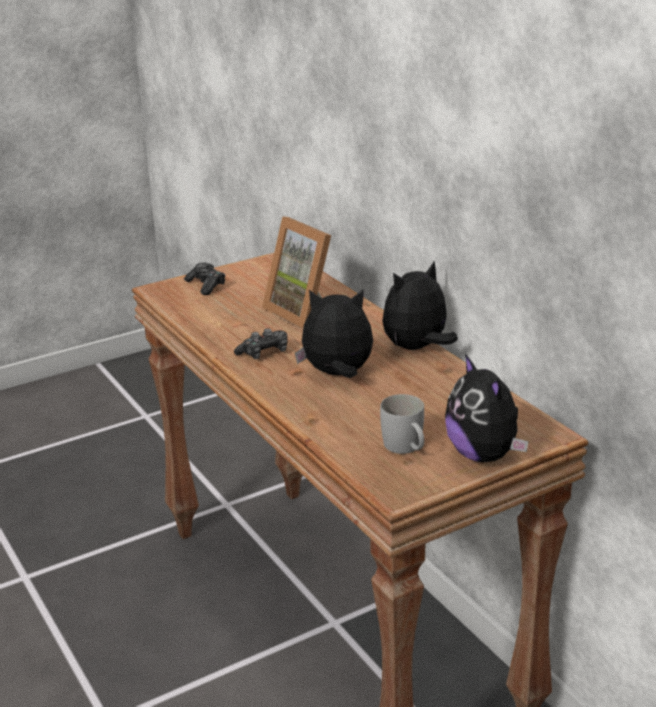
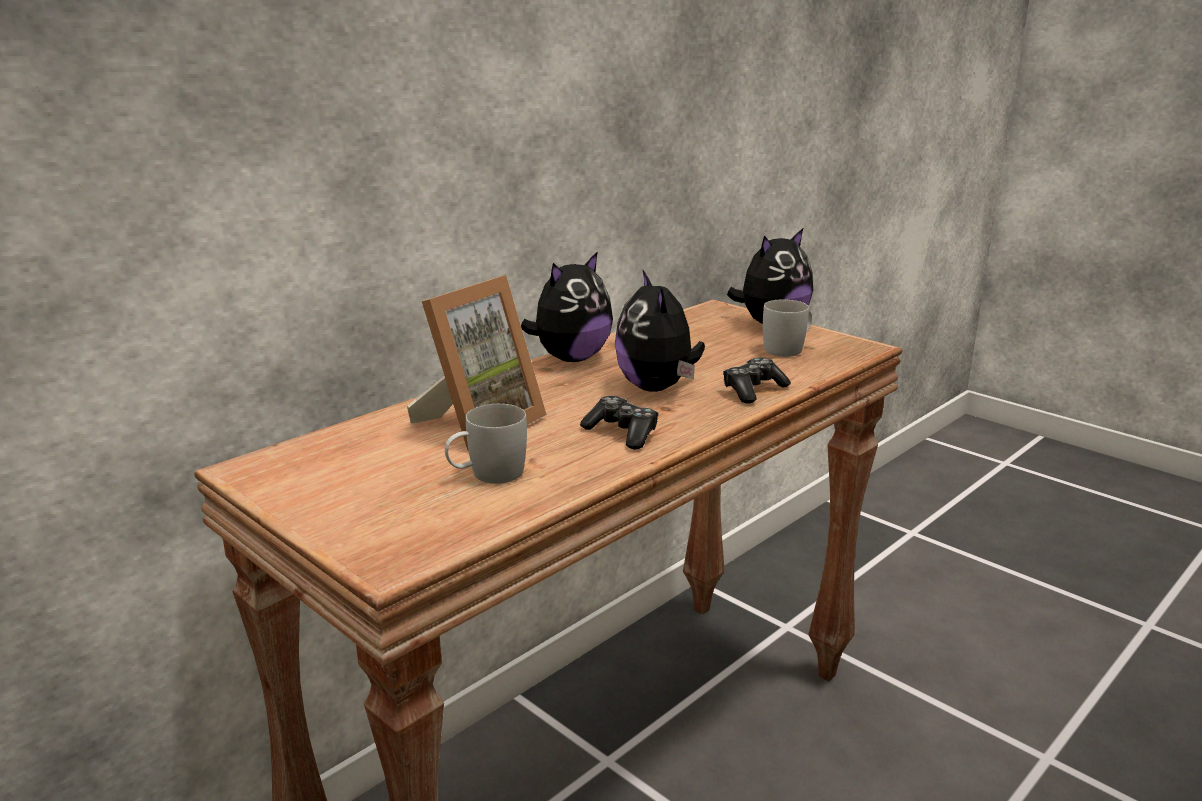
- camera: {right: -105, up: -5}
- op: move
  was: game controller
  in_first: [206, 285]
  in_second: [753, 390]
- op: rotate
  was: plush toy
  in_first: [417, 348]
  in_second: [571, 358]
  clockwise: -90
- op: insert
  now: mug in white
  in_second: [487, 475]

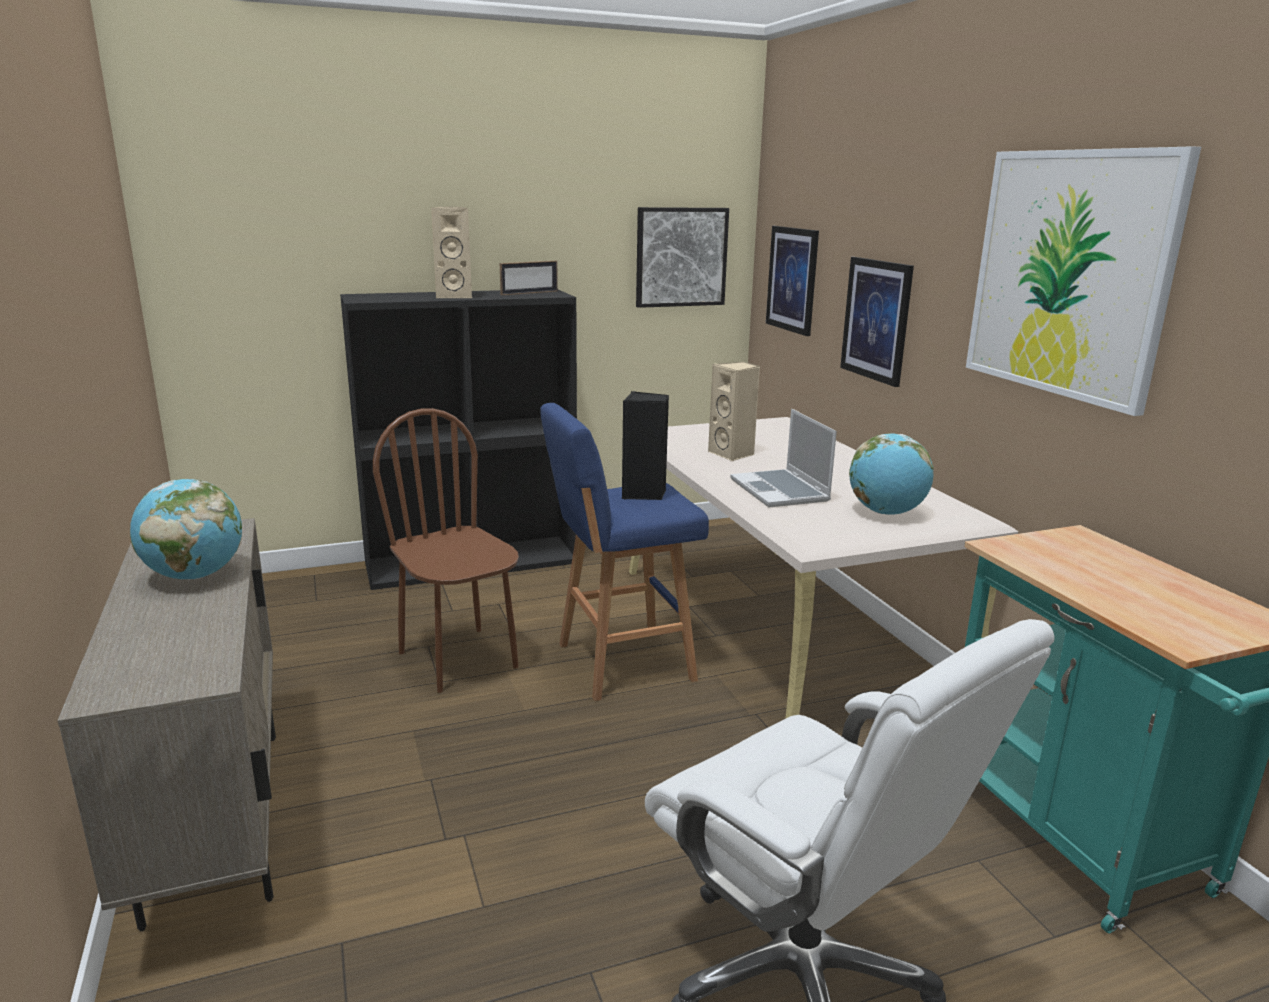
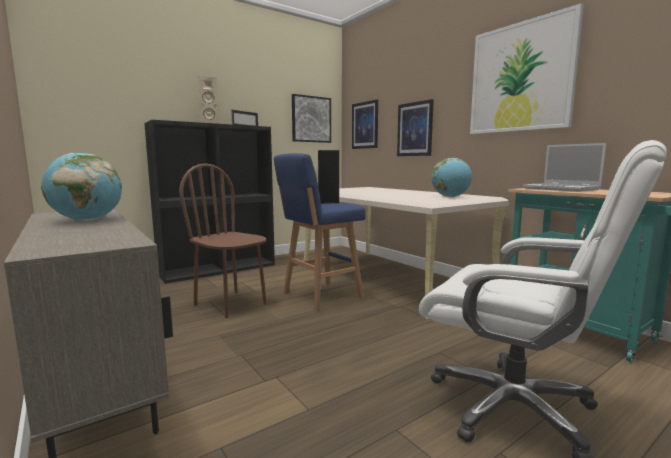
- camera: {right: -15, up: -10}
- op: delete
  was: speaker in beige
  in_first: [733, 454]
- op: move
  was: laptop
  in_first: [781, 491]
  in_second: [562, 189]

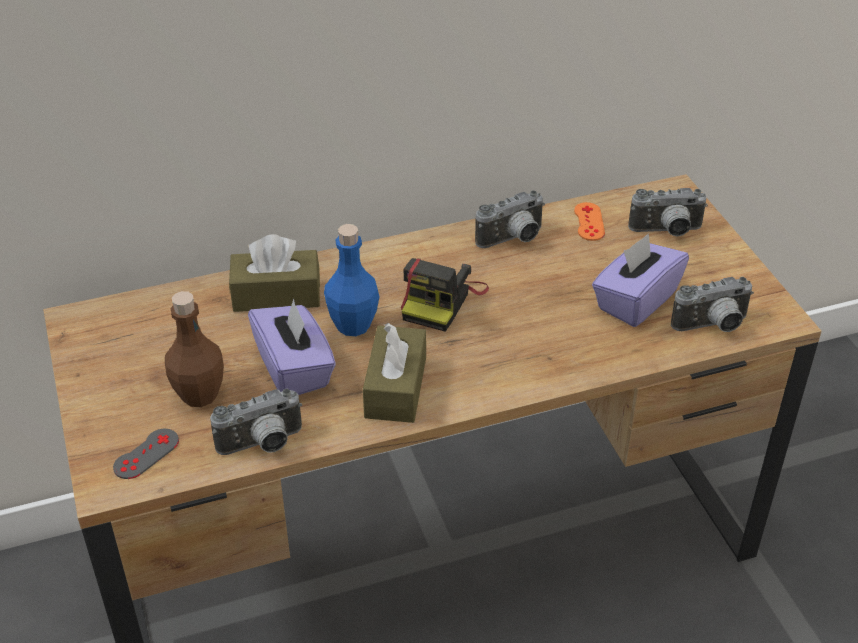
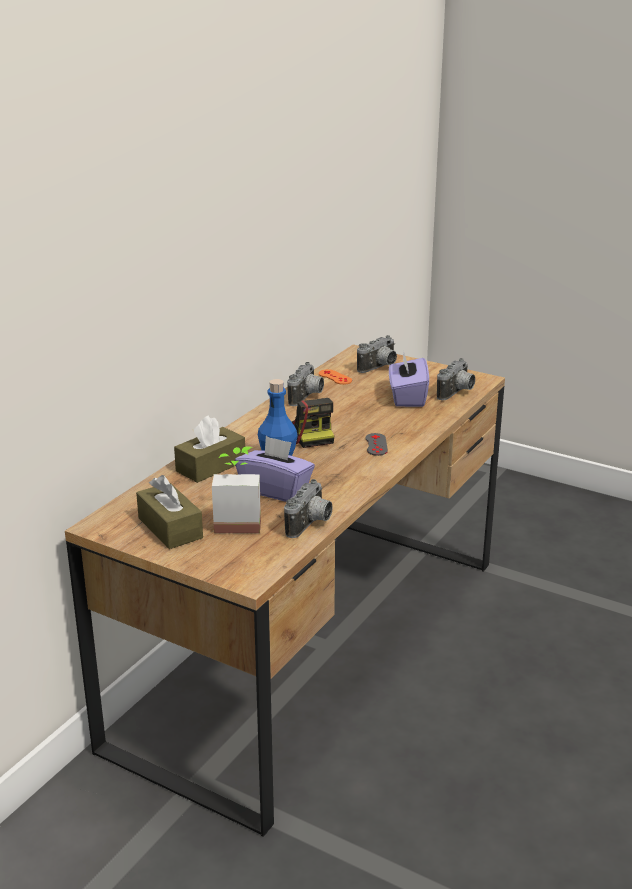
- camera: {right: -40, up: -15}
- op: move
  was: game controller in grey
  in_first: [146, 454]
  in_second: [376, 444]
- op: replace
  was: bottle in brown
  now: potted plant
  in_first: [199, 394]
  in_second: [238, 522]
- op: move
  was: tissue box in brown
  in_first: [395, 387]
  in_second: [170, 528]

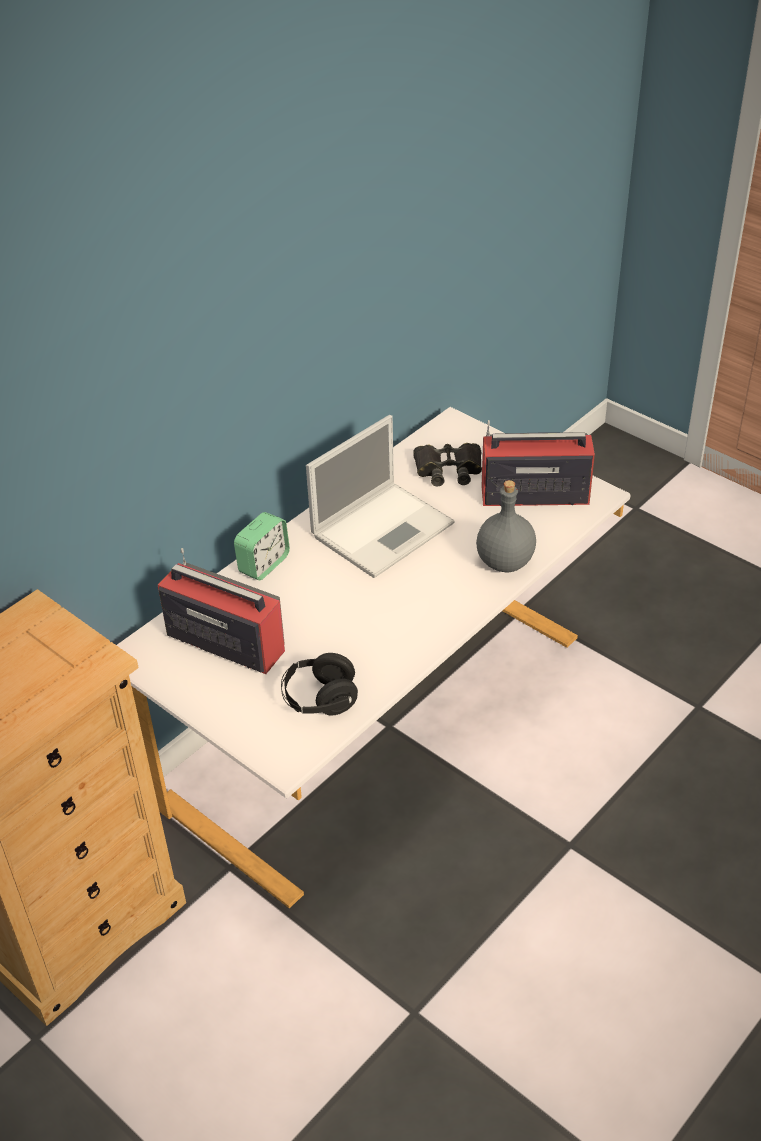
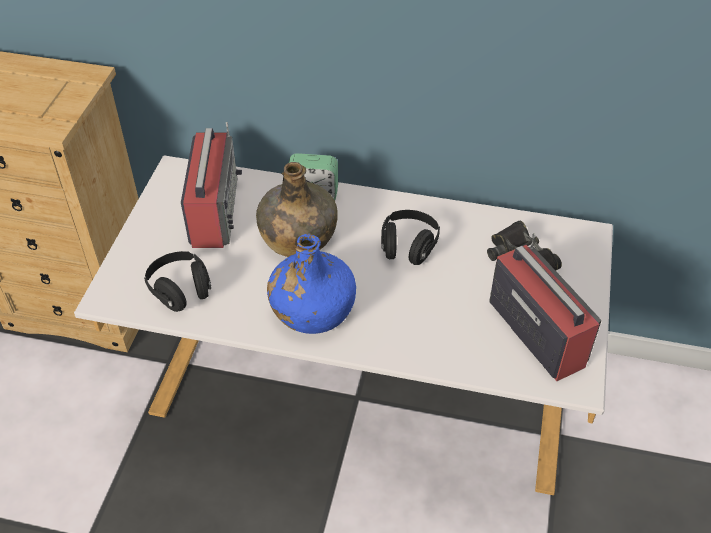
- camera: {right: 60, up: 5}
- op: replace
  was: laptop
  now: headphones in black
  in_first: [384, 528]
  in_second: [408, 247]
- op: delete
  was: bottle in grey
  in_first: [506, 562]
- op: insert
  now: bottle in green
  in_second: [297, 237]
- op: insert
  now: bottle in blue
  in_second: [312, 310]

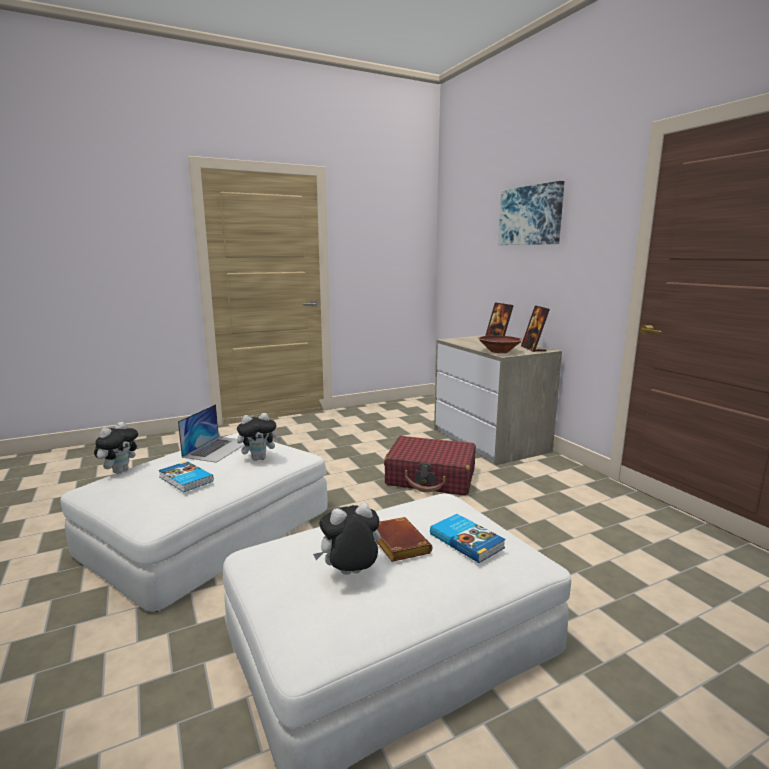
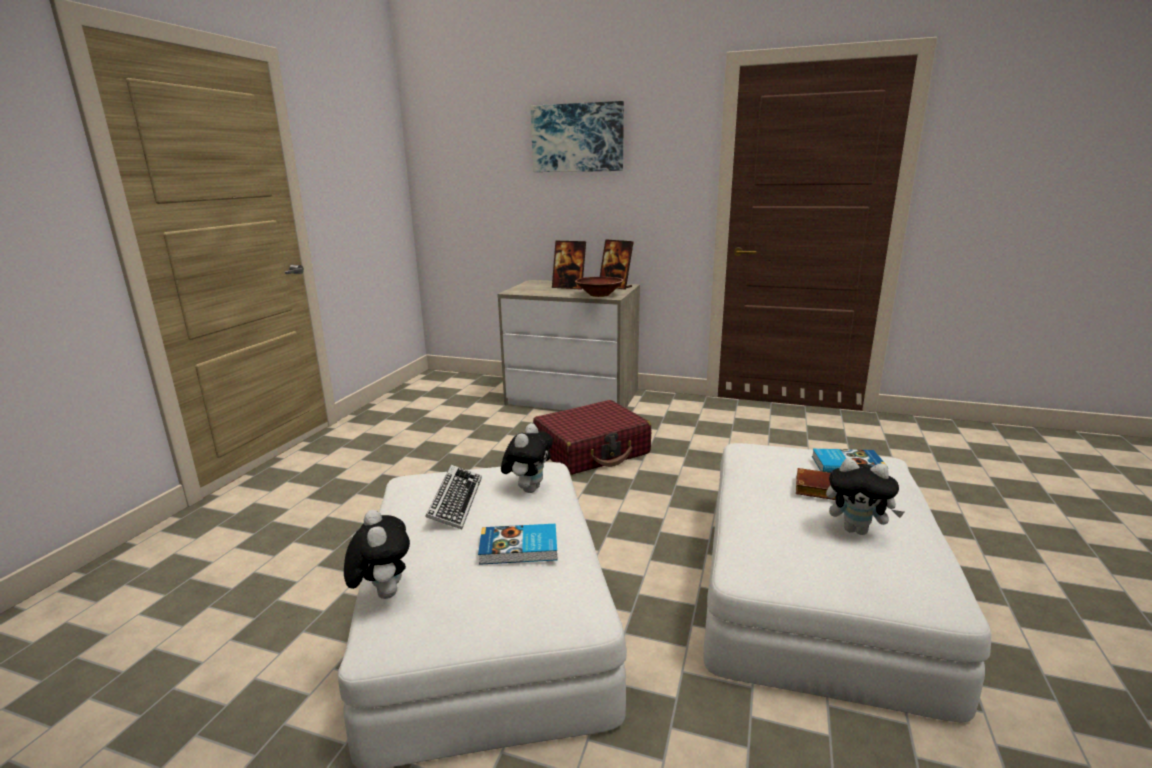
- camera: {right: -45, up: 5}
- op: replace
  was: laptop
  now: keyboard
  in_first: [217, 449]
  in_second: [455, 501]
- op: rotate
  was: plush toy
  in_first: [350, 575]
  in_second: [857, 530]
  clockwise: -90

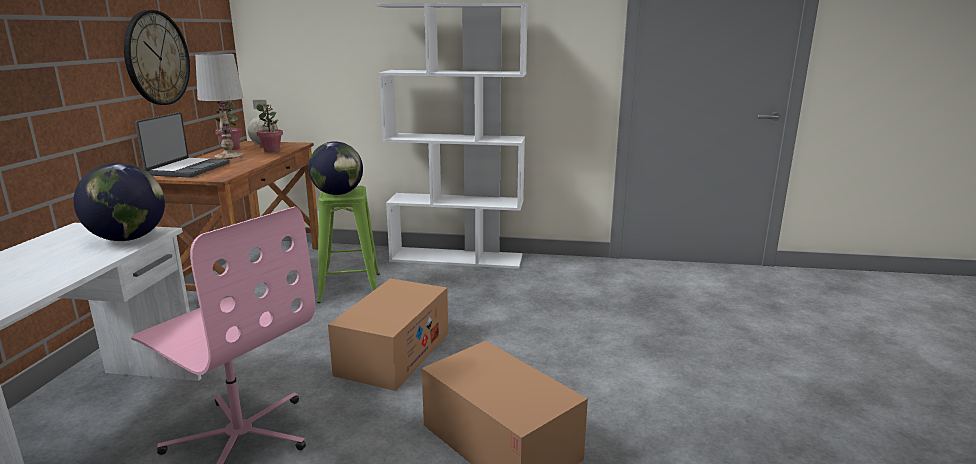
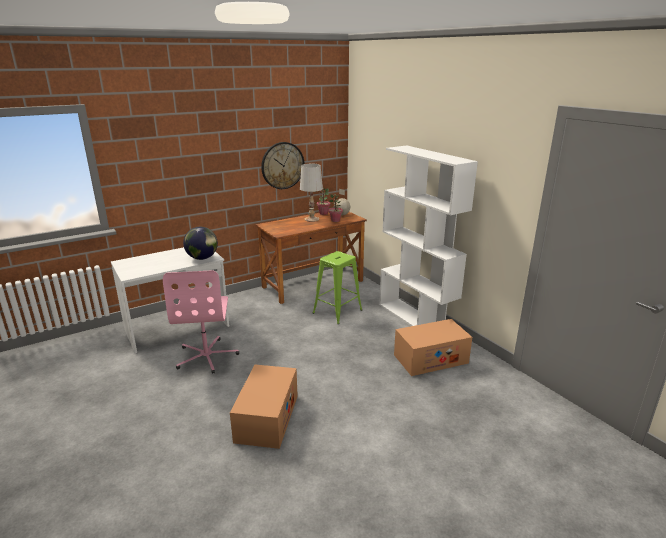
- camera: {right: 50, up: 5}
- op: delete
  was: laptop
  in_first: [187, 169]
- op: delete
  was: globe
  in_first: [338, 194]
- op: move
  was: cardboard box
  in_first: [394, 353]
  in_second: [430, 359]

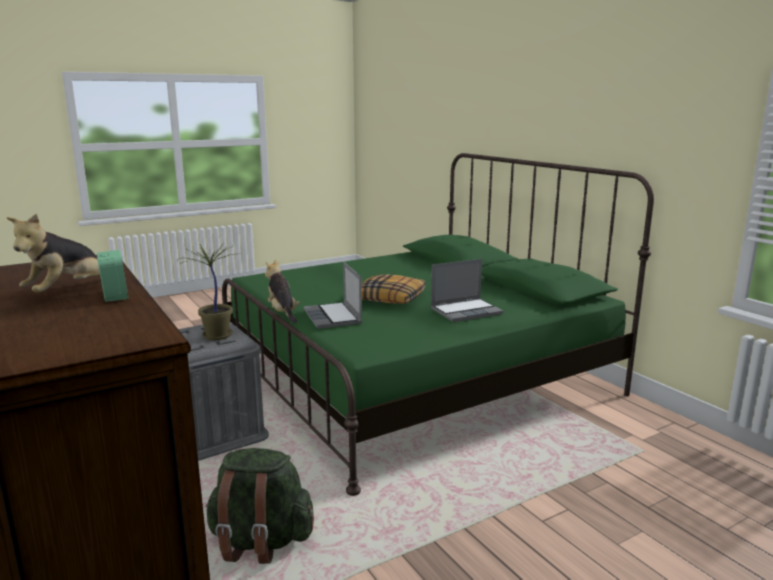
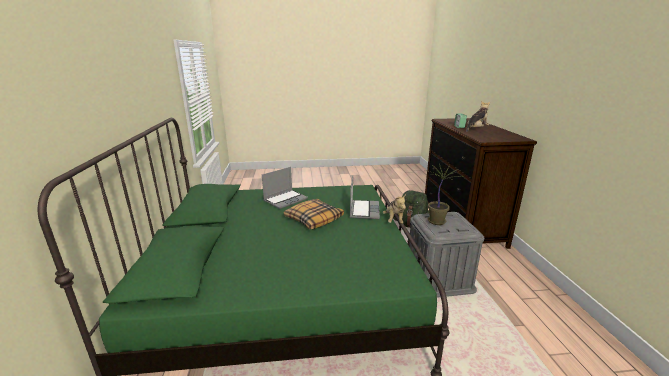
- camera: {right: -155, up: 5}
- op: rotate
  was: laptop
  in_first: [466, 311]
  in_second: [285, 200]
  clockwise: 135

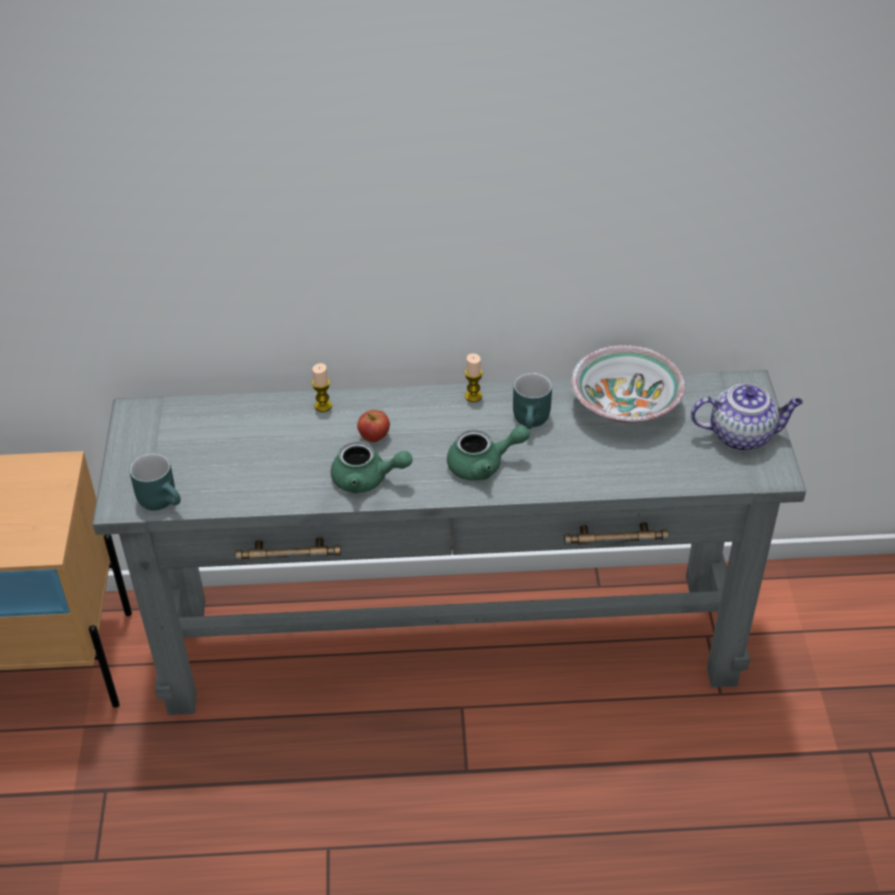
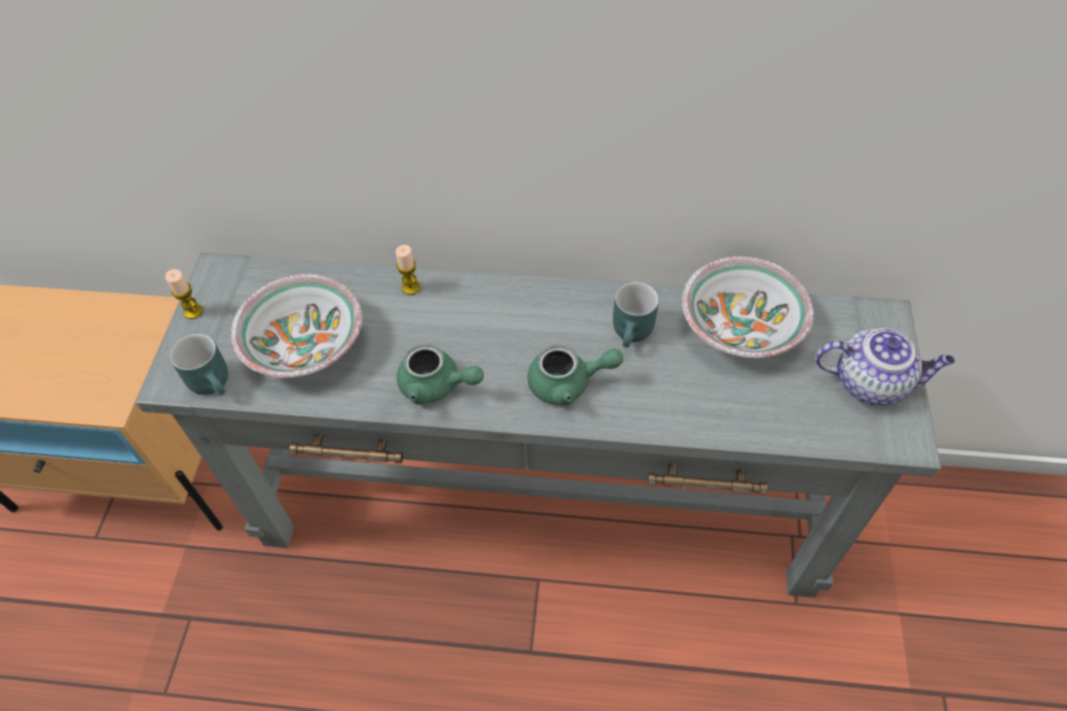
- camera: {right: 10, up: 10}
- op: delete
  was: apple
  in_first: [374, 437]
- op: move
  was: candle
  in_first: [473, 396]
  in_second: [193, 311]
- op: insert
  now: bowl
  in_second: [306, 344]

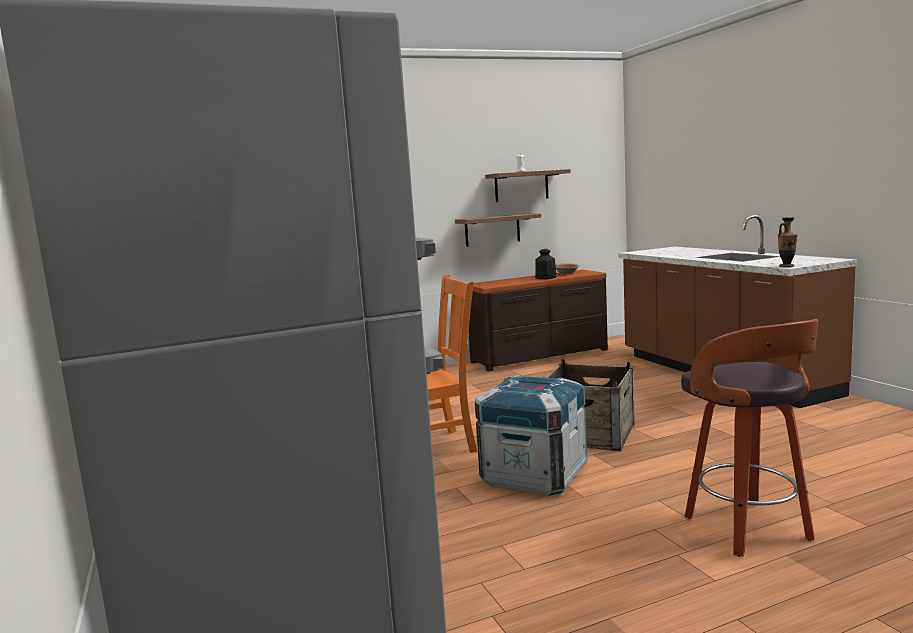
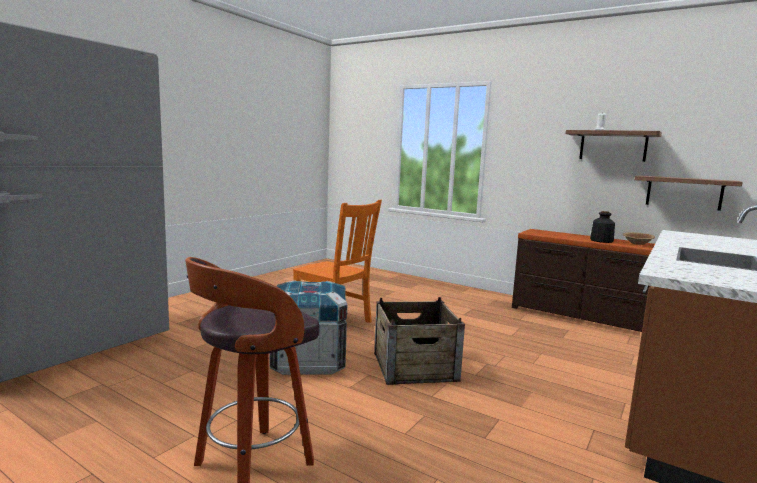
- camera: {right: 55, up: 0}
- op: move
  was: shelf
  in_first: [492, 230]
  in_second: [684, 192]
- op: delete
  was: vase
  in_first: [786, 266]

